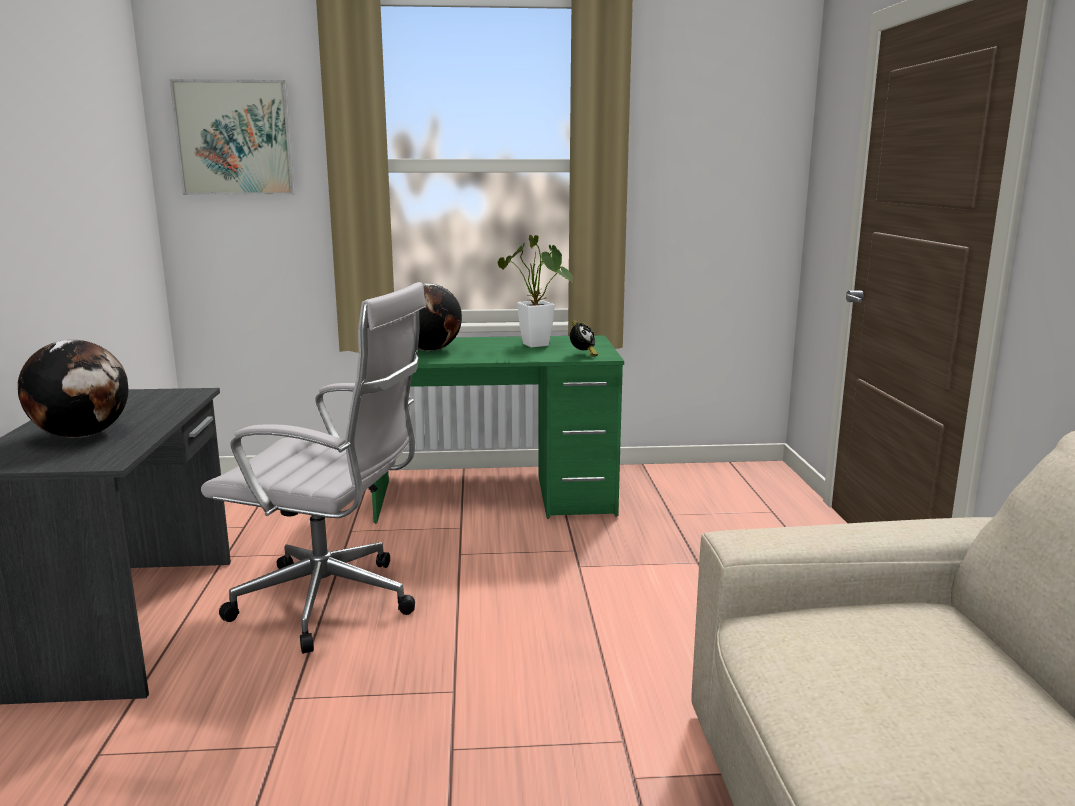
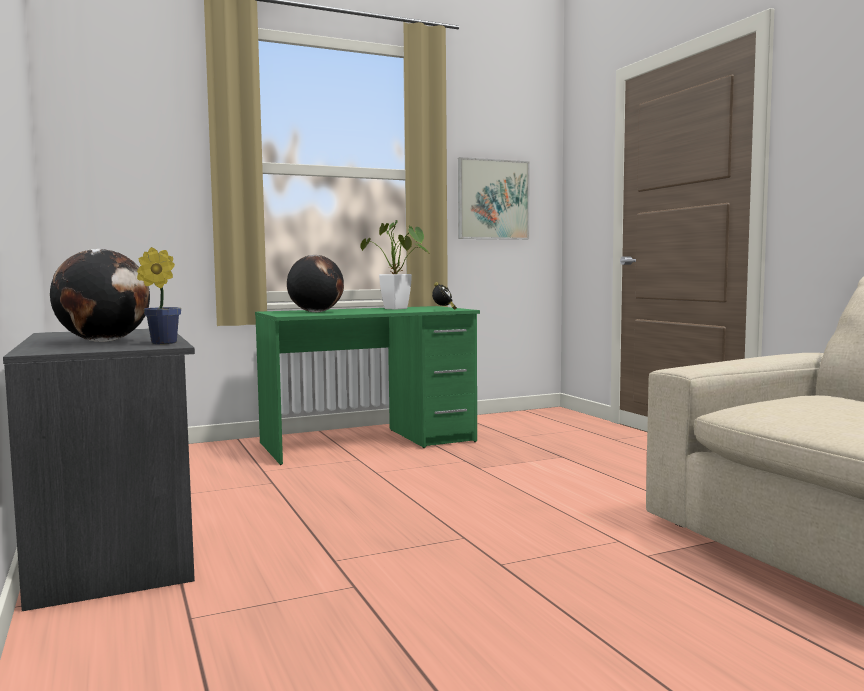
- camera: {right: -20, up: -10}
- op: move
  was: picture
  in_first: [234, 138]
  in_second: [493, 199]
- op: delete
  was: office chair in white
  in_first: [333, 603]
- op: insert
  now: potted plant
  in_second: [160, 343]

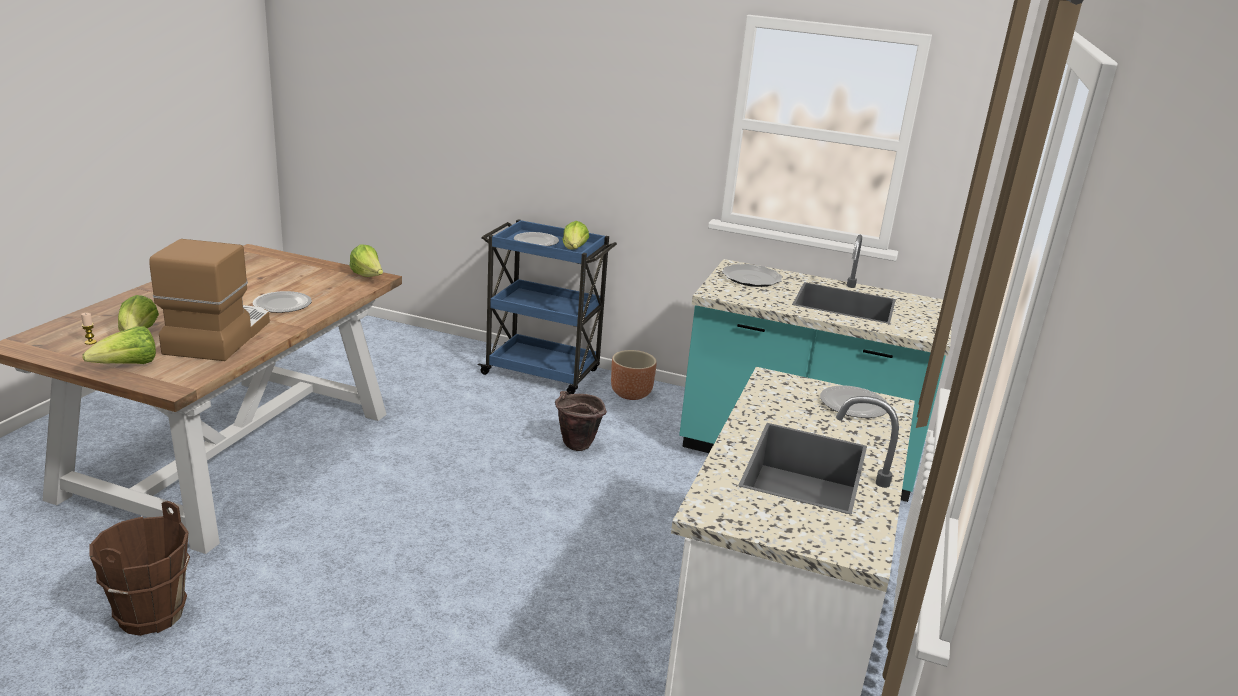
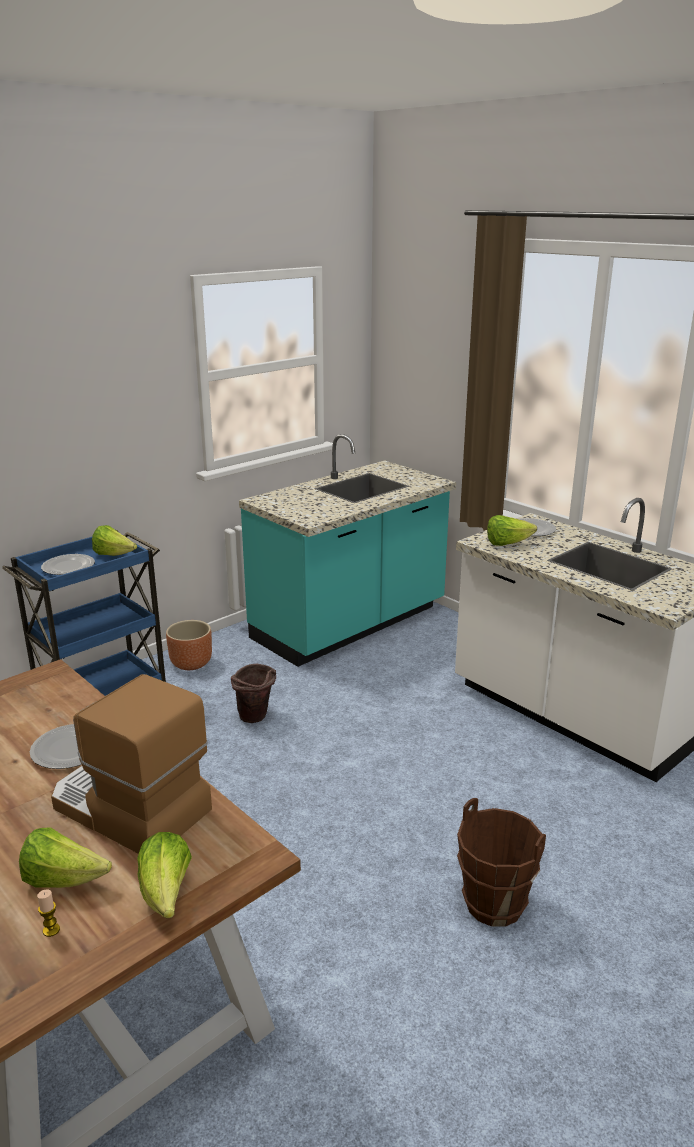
- camera: {right: -60, up: 0}
- op: move
  was: bucket in brown
  in_first: [150, 615]
  in_second: [493, 905]
- op: move
  was: lettuce
  in_first: [368, 277]
  in_second: [507, 544]
- op: delete
  was: plate
  in_first: [751, 278]

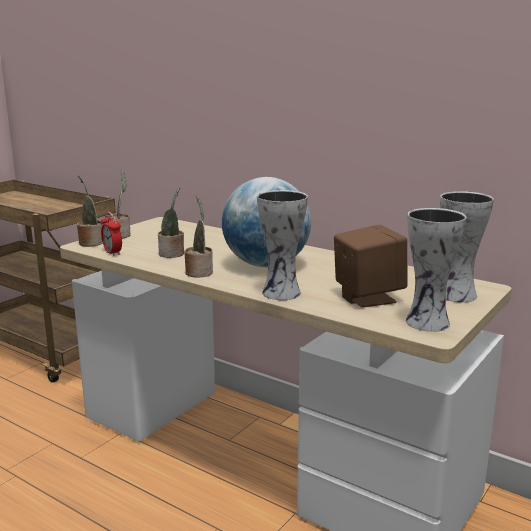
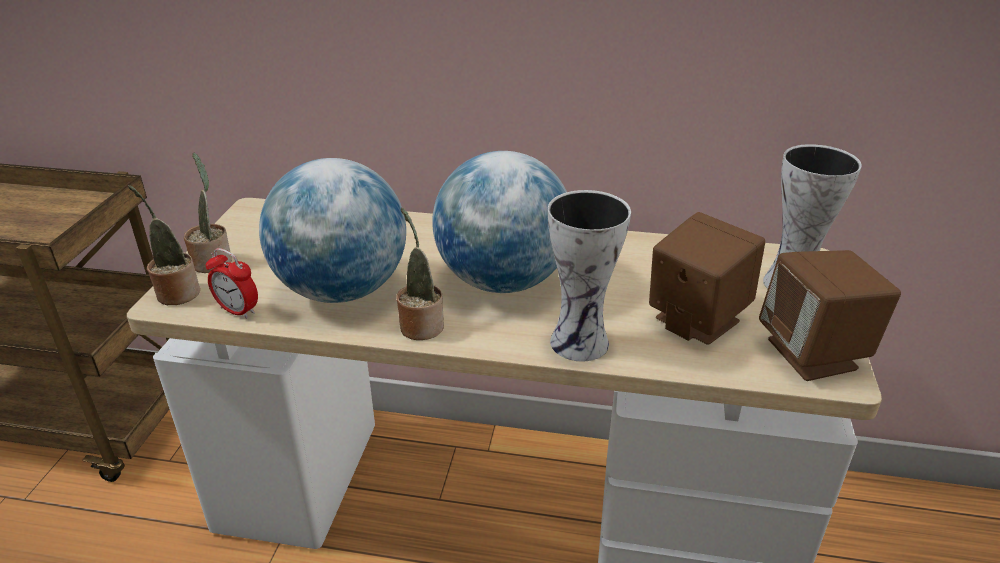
- camera: {right: -25, up: 15}
- op: replace
  was: potted plant
  now: globe
  in_first: [172, 254]
  in_second: [342, 290]
- op: replace
  was: vase
  now: speaker in brown
  in_first: [429, 323]
  in_second: [813, 354]

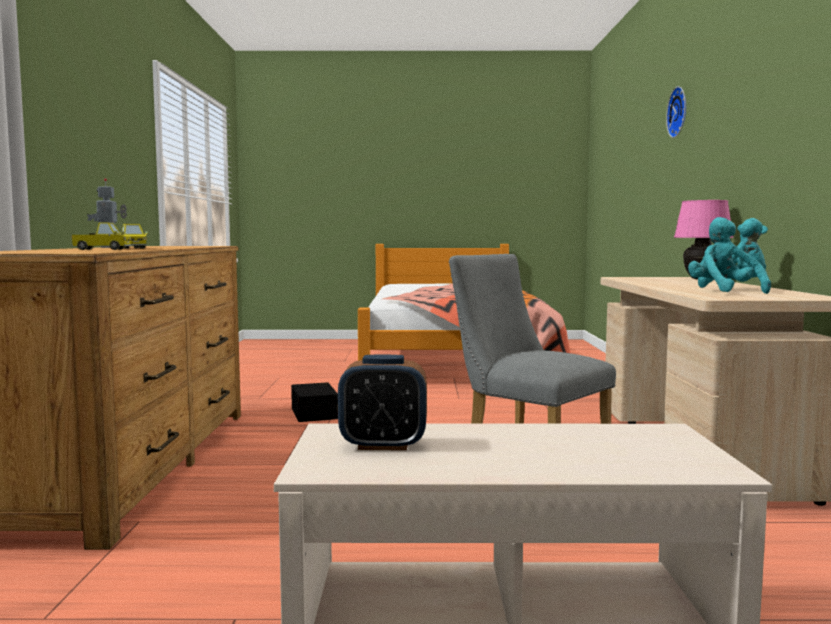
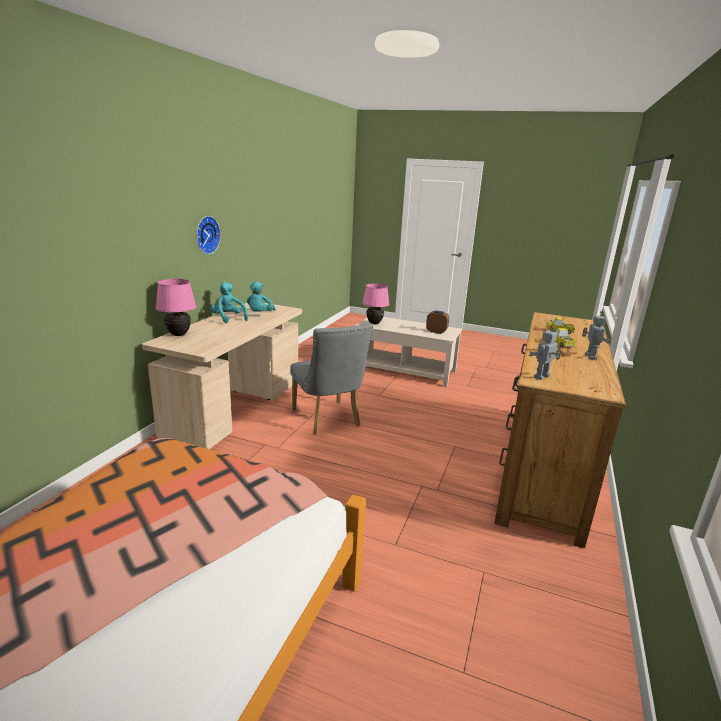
- camera: {right: -160, up: 15}
- op: delete
  was: storage box in black
  in_first: [315, 413]
- op: move
  was: wall clock
  in_first: [680, 112]
  in_second: [206, 235]
- op: insert
  now: table lamp in pink
  in_second: [374, 323]
- op: insert
  now: toy robot
  in_second: [542, 377]

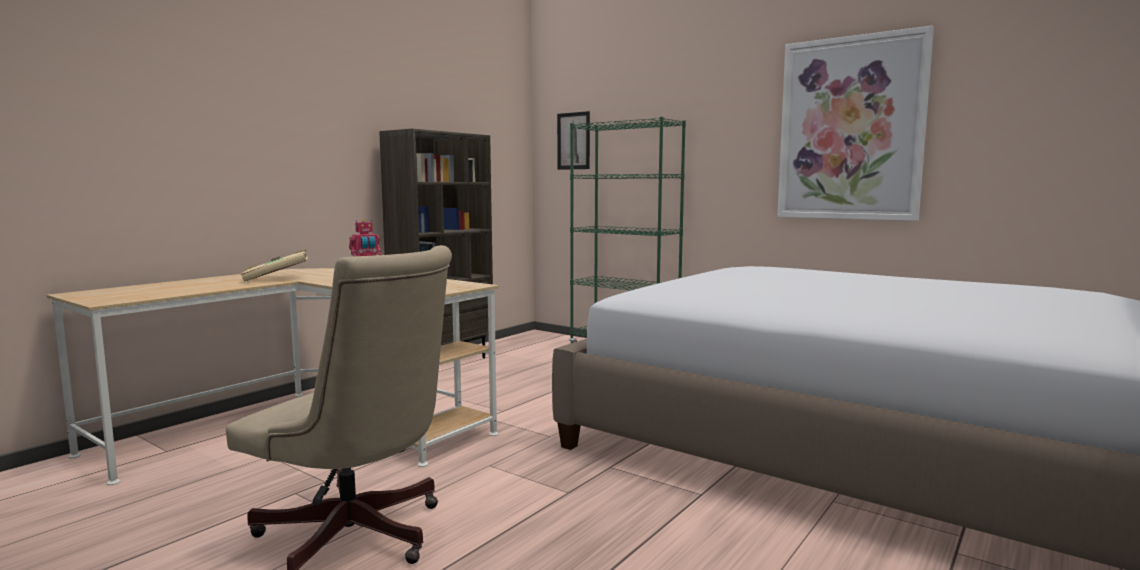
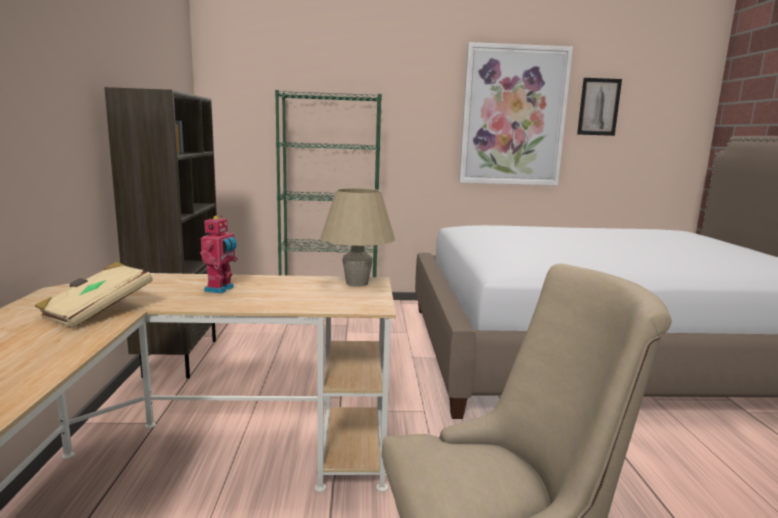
- camera: {right: -40, up: 5}
- op: move
  was: picture
  in_first: [573, 141]
  in_second: [599, 107]
- op: insert
  now: table lamp in beige
  in_second: [357, 283]

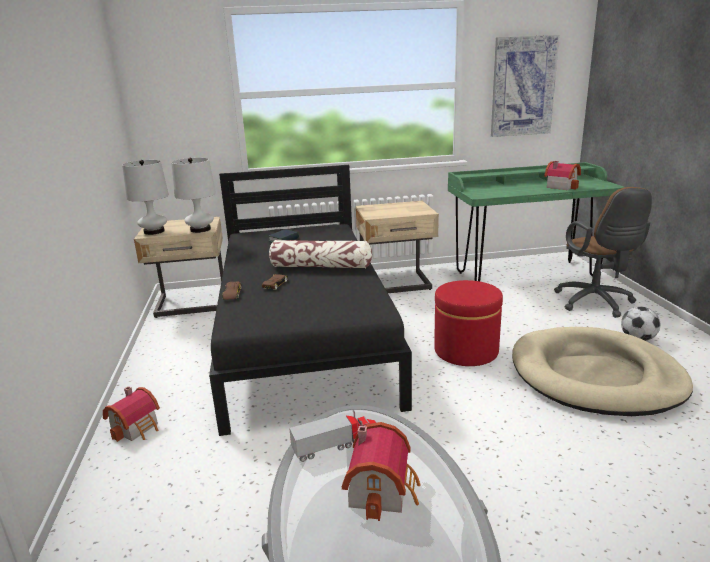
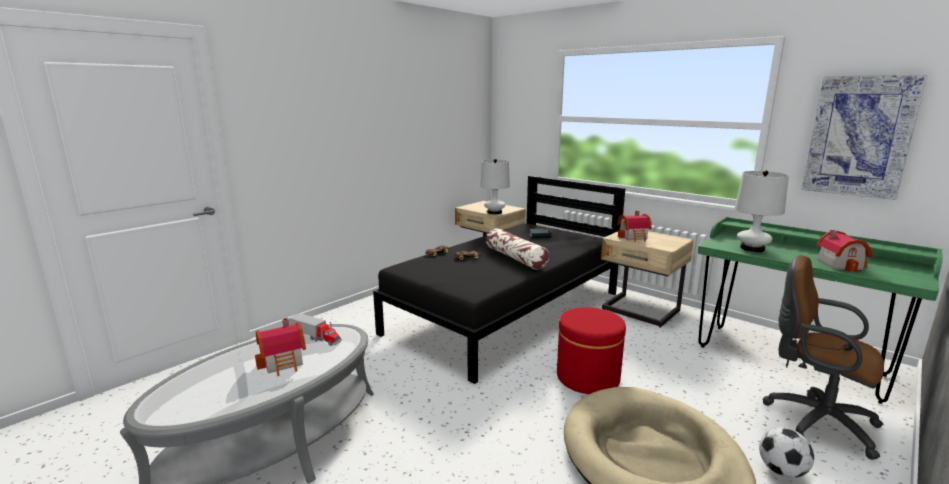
- camera: {right: 50, up: -5}
- op: move
  was: toy house
  in_first: [137, 427]
  in_second: [634, 237]
- op: move
  was: table lamp in white
  in_first: [154, 231]
  in_second: [752, 248]
- op: rotate
  was: office chair in brown
  in_first: [596, 303]
  in_second: [814, 420]
  clockwise: 90

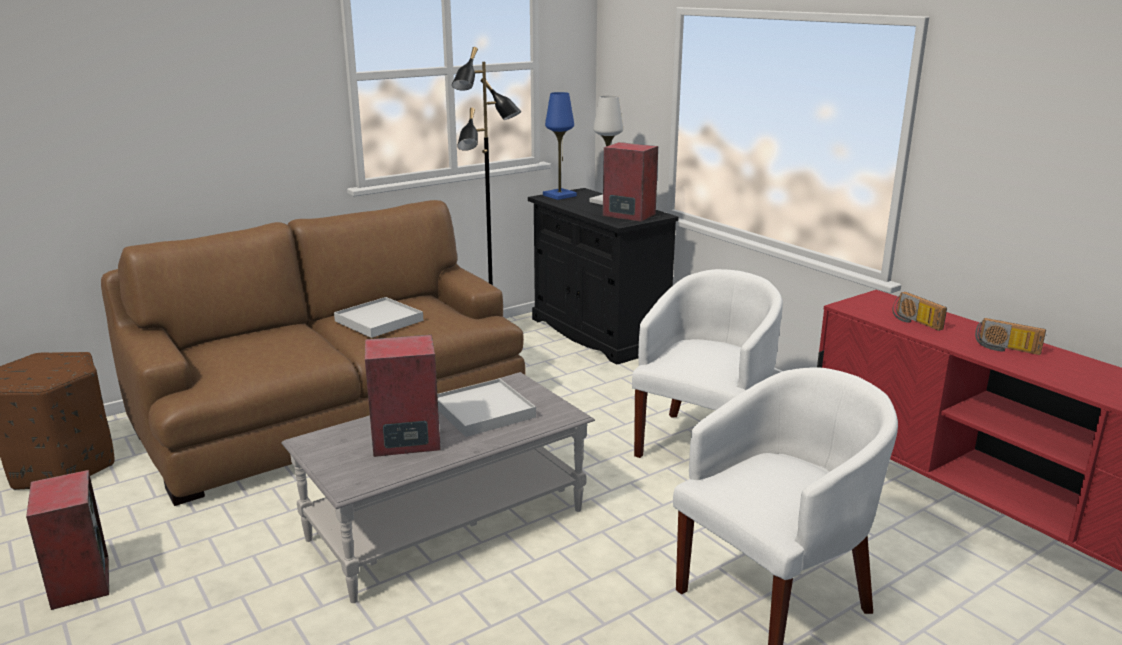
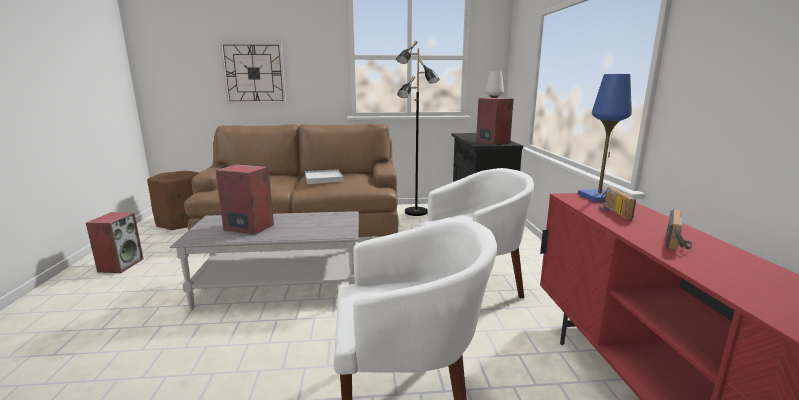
- camera: {right: 30, up: -5}
- op: delete
  was: tray in white
  in_first: [484, 411]
- op: move
  was: table lamp in blue
  in_first: [559, 195]
  in_second: [598, 197]
- op: rotate
  was: radio
  in_first: [1006, 349]
  in_second: [678, 242]
  clockwise: -120
- op: insert
  now: wall clock
  in_second: [254, 73]

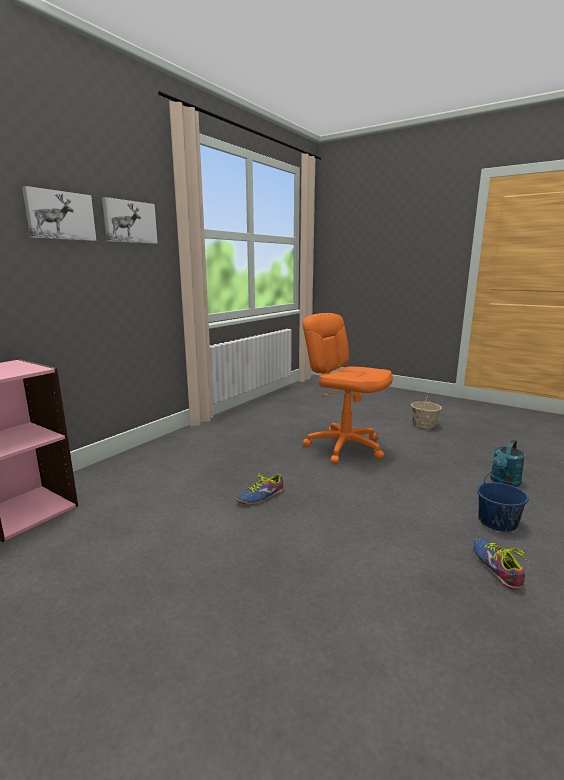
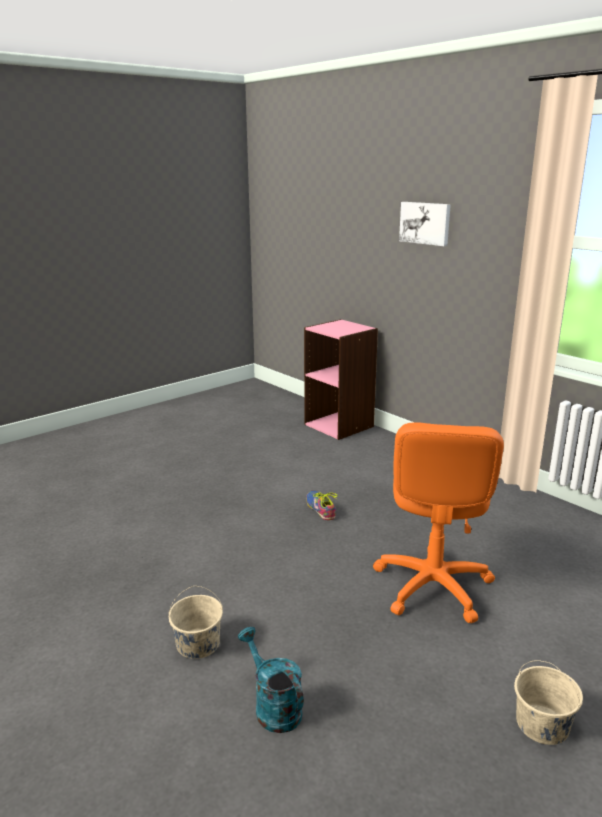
- camera: {right: 105, up: 5}
- op: delete
  was: picture
  in_first: [129, 222]
- op: rotate
  was: office chair in orange
  in_first: [344, 447]
  in_second: [432, 586]
  clockwise: 135
- op: delete
  was: shoe
  in_first: [495, 566]
- op: recolor
  was: bucket in blue
  now: bucket in beige
  in_first: [498, 522]
  in_second: [197, 644]

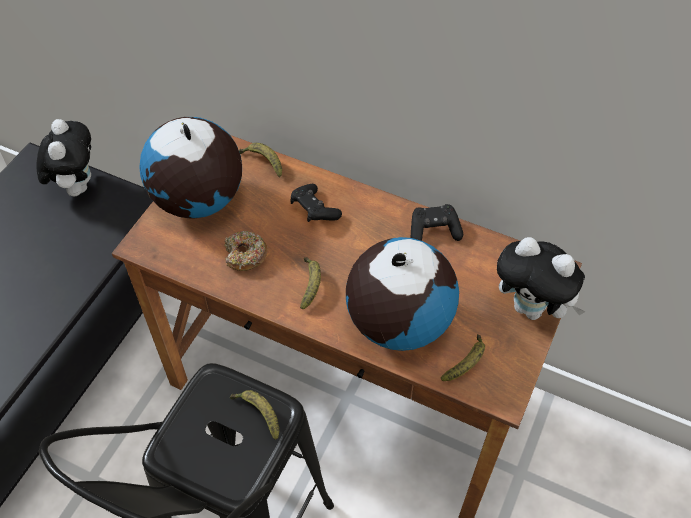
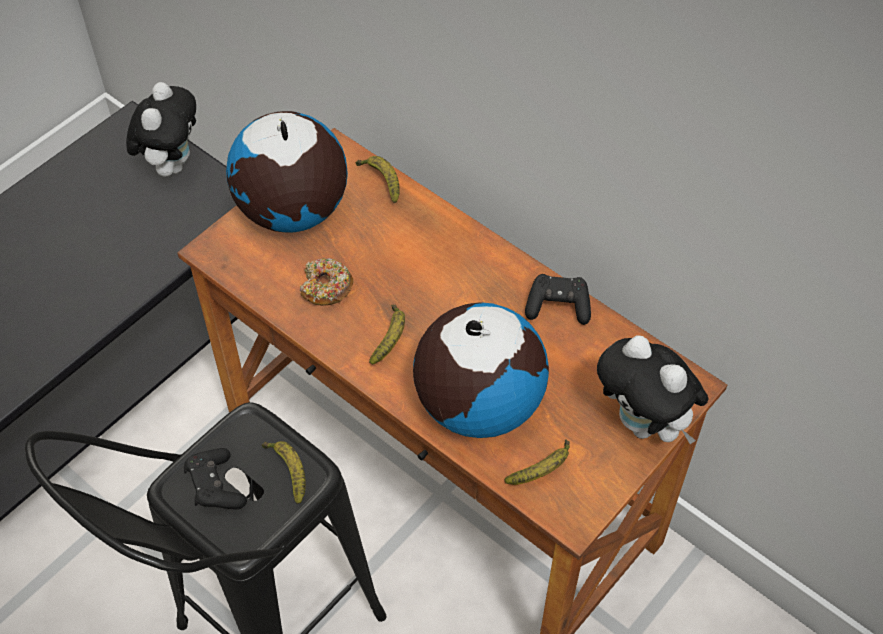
- camera: {right: 15, up: 0}
- op: move
  was: game controller in black
  in_first: [314, 210]
  in_second: [215, 487]

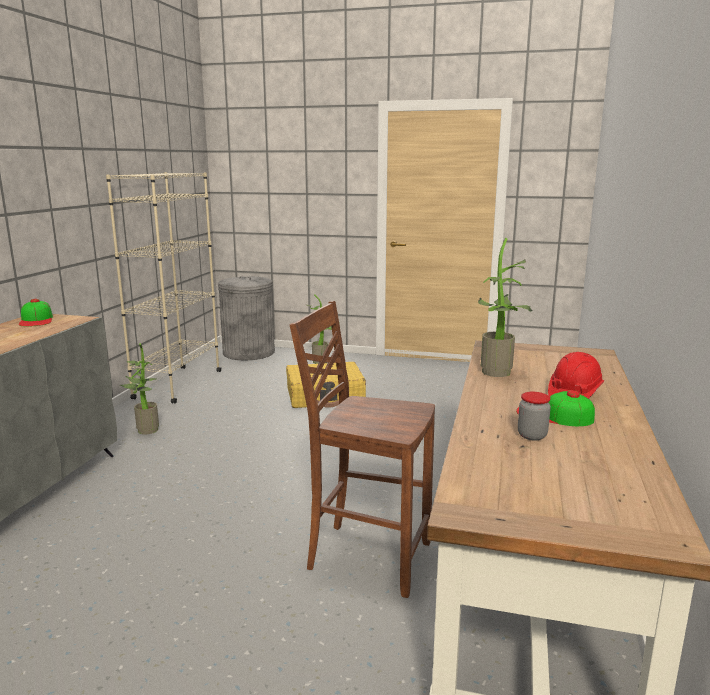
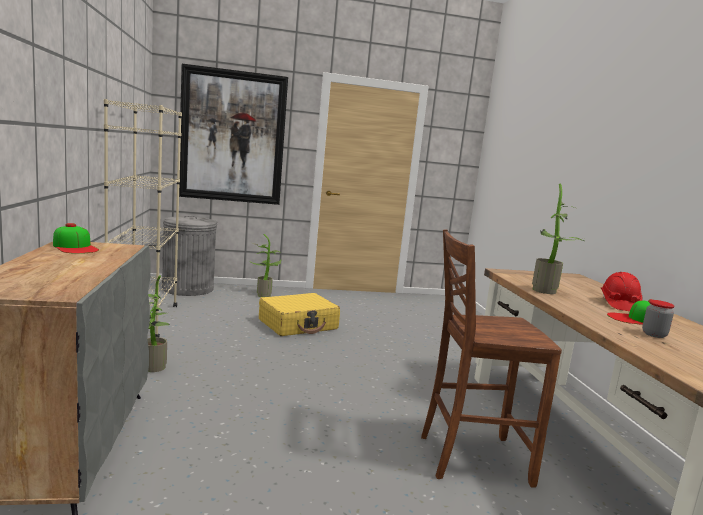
- camera: {right: -25, up: -5}
- op: insert
  now: picture
  in_second: [233, 137]

